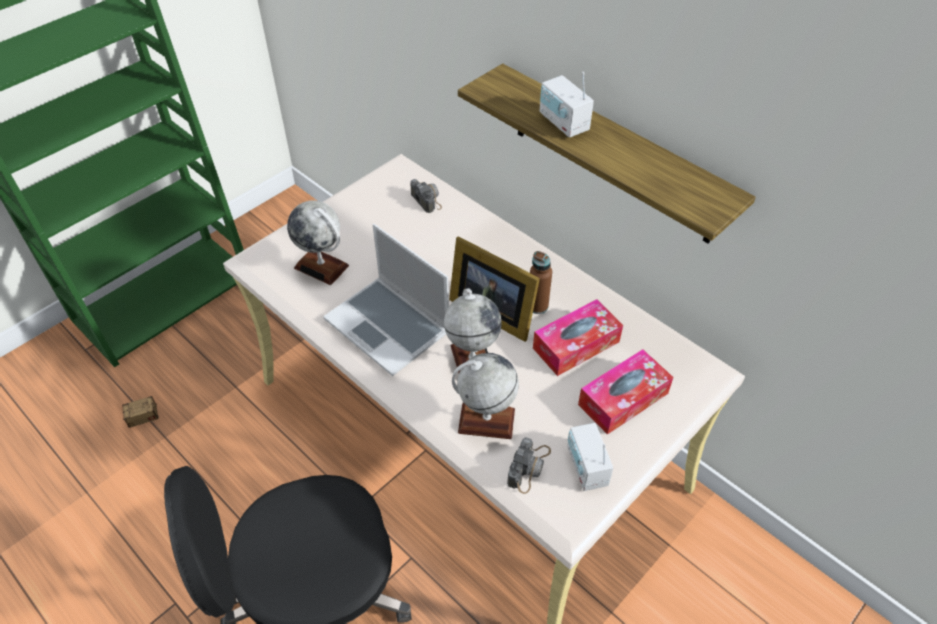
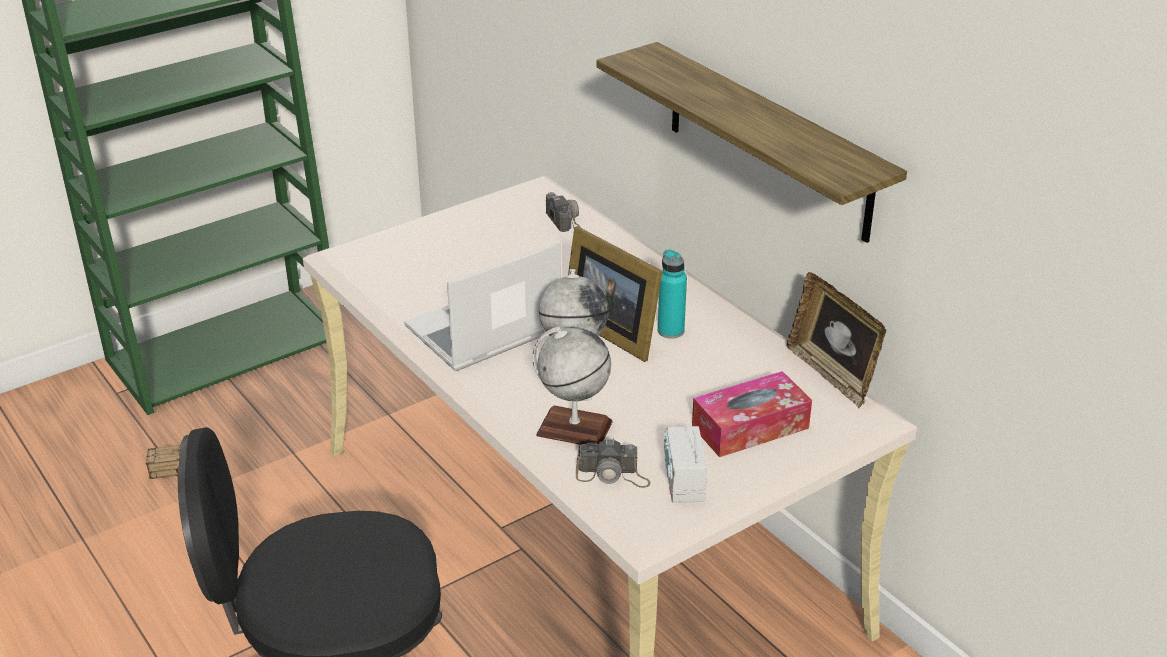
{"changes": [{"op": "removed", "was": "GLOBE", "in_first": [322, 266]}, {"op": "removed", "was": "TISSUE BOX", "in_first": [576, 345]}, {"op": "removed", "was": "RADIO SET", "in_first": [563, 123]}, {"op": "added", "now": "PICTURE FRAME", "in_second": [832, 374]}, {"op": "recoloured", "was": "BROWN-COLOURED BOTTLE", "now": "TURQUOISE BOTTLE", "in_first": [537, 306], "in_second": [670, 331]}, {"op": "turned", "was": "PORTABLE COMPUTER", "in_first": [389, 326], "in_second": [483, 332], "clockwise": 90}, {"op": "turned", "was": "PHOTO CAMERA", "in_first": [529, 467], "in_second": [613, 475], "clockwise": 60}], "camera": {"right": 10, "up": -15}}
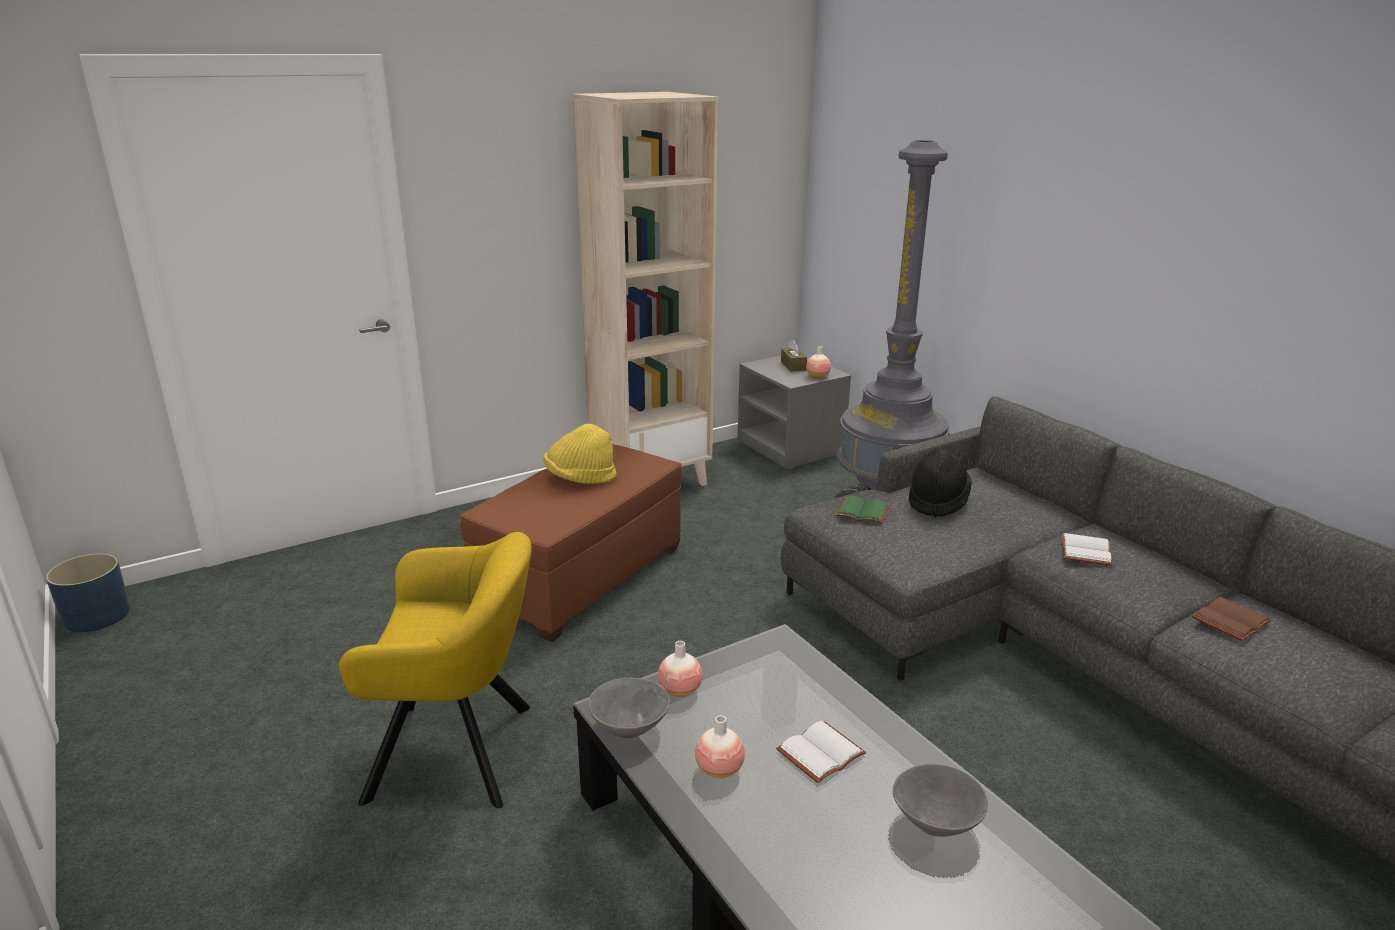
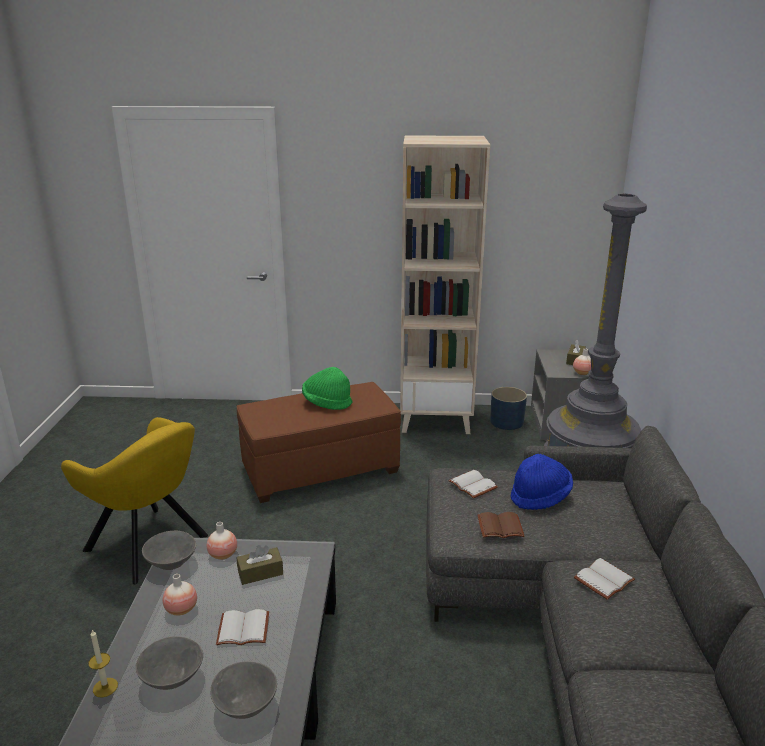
{"changes": [{"op": "added", "now": "WAX LIGHT", "in_second": [105, 687]}, {"op": "added", "now": "GREY BOWL", "in_second": [173, 679]}, {"op": "added", "now": "BROWN-COLOURED TISSUE BOX", "in_second": [260, 573]}, {"op": "moved", "was": "BLUE-COLOURED PLANTER", "in_first": [97, 615], "in_second": [507, 422]}, {"op": "moved", "was": "BROWN-COLOURED BOOK", "in_first": [1229, 619], "in_second": [500, 526]}, {"op": "recoloured", "was": "YELLOW WEARABLE HAT", "now": "GREENISH WEARABLE HAT", "in_first": [580, 478], "in_second": [327, 403]}, {"op": "recoloured", "was": "GREENISH BOOK", "now": "WHITE-COLOURED BOOK", "in_first": [863, 511], "in_second": [474, 485]}, {"op": "recoloured", "was": "BLACK-COLOURED WEARABLE HAT", "now": "BLUE-COLOURED WEARABLE HAT", "in_first": [937, 501], "in_second": [540, 497]}], "camera": {"right": 35, "up": 0}}
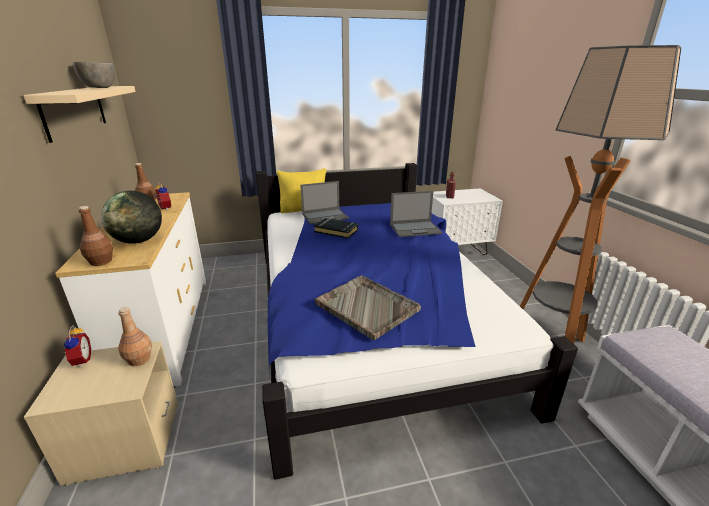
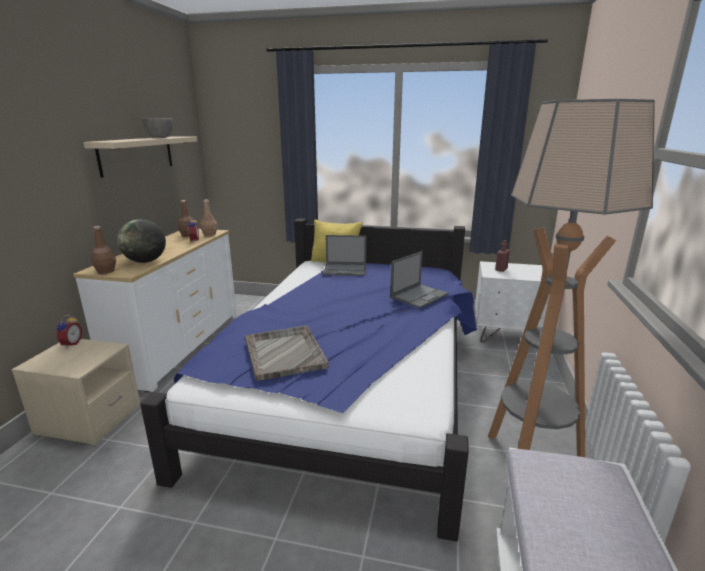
{"changes": [{"op": "removed", "was": "BLACK-COLOURED BOOK", "in_first": [336, 231]}, {"op": "moved", "was": "BROWN-COLOURED BOTTLE", "in_first": [139, 359], "in_second": [209, 234]}, {"op": "turned", "was": "PORTABLE COMPUTER", "in_first": [415, 229], "in_second": [419, 295], "clockwise": -60}], "camera": {"right": 25, "up": -5}}
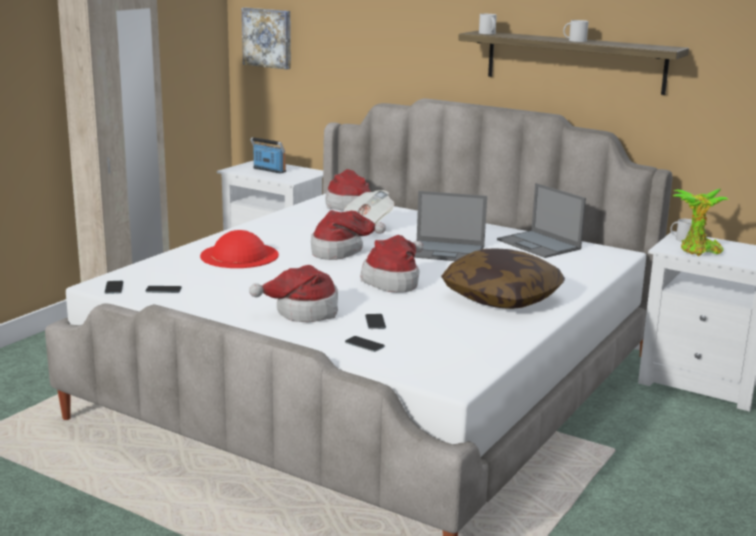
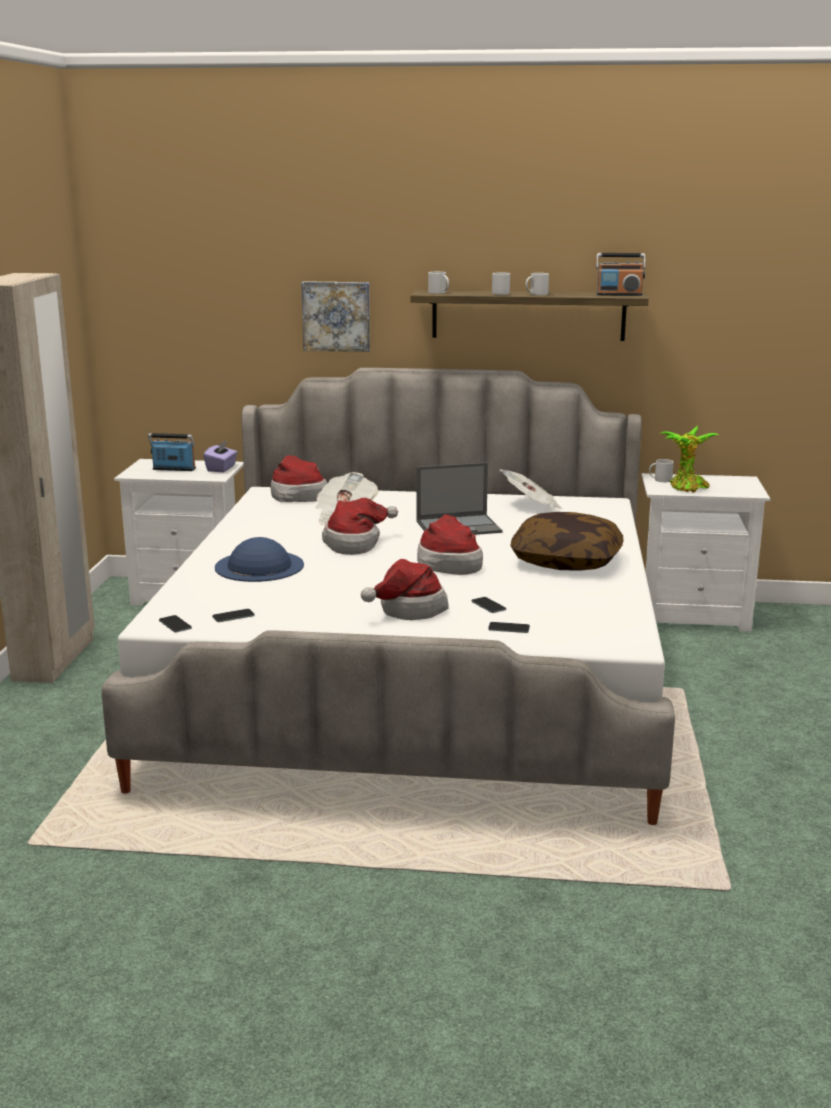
{"changes": [{"op": "added", "now": "PURPLISH TISSUE BOX", "in_second": [221, 468]}, {"op": "added", "now": "WHITE-COLOURED COFFEE MUG", "in_second": [500, 293]}, {"op": "added", "now": "RADIO SET", "in_second": [619, 295]}, {"op": "moved", "was": "PICTURE", "in_first": [268, 38], "in_second": [336, 316]}, {"op": "replaced", "was": "PORTABLE COMPUTER", "now": "DAILY PAPER", "in_first": [539, 245], "in_second": [531, 505]}, {"op": "recoloured", "was": "RED-COLOURED WEARABLE HAT", "now": "BLUE-COLOURED WEARABLE HAT", "in_first": [239, 255], "in_second": [259, 566]}], "camera": {"right": -25, "up": 0}}
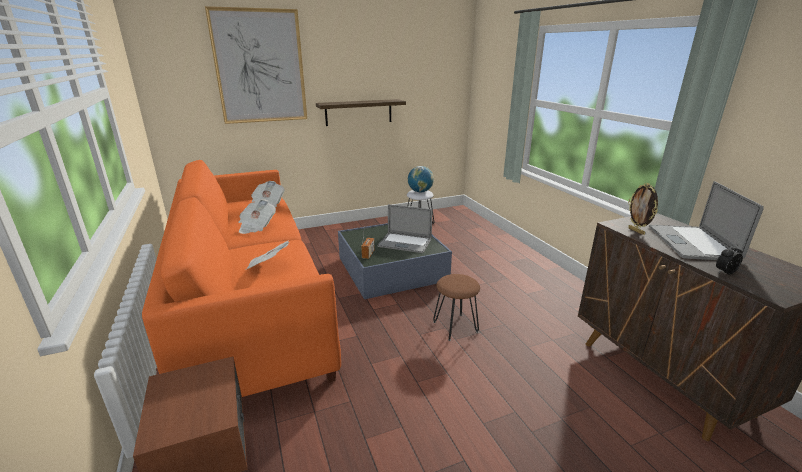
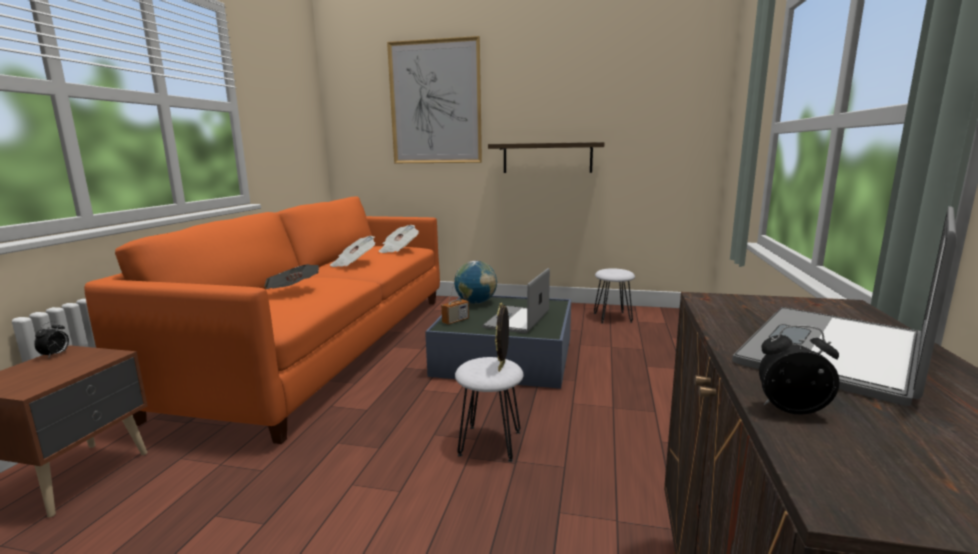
{"changes": [{"op": "added", "now": "TABLE CLOCK", "in_second": [55, 355]}, {"op": "moved", "was": "GLOBE", "in_first": [420, 191], "in_second": [476, 302]}, {"op": "moved", "was": "PICTURE FRAME", "in_first": [636, 231], "in_second": [502, 367]}, {"op": "recoloured", "was": "BROWN-COLOURED SITTING STOOL", "now": "WHITE-COLOURED SITTING STOOL", "in_first": [455, 326], "in_second": [490, 443]}, {"op": "turned", "was": "PORTABLE COMPUTER", "in_first": [405, 243], "in_second": [517, 320], "clockwise": 60}], "camera": {"right": 35, "up": -10}}
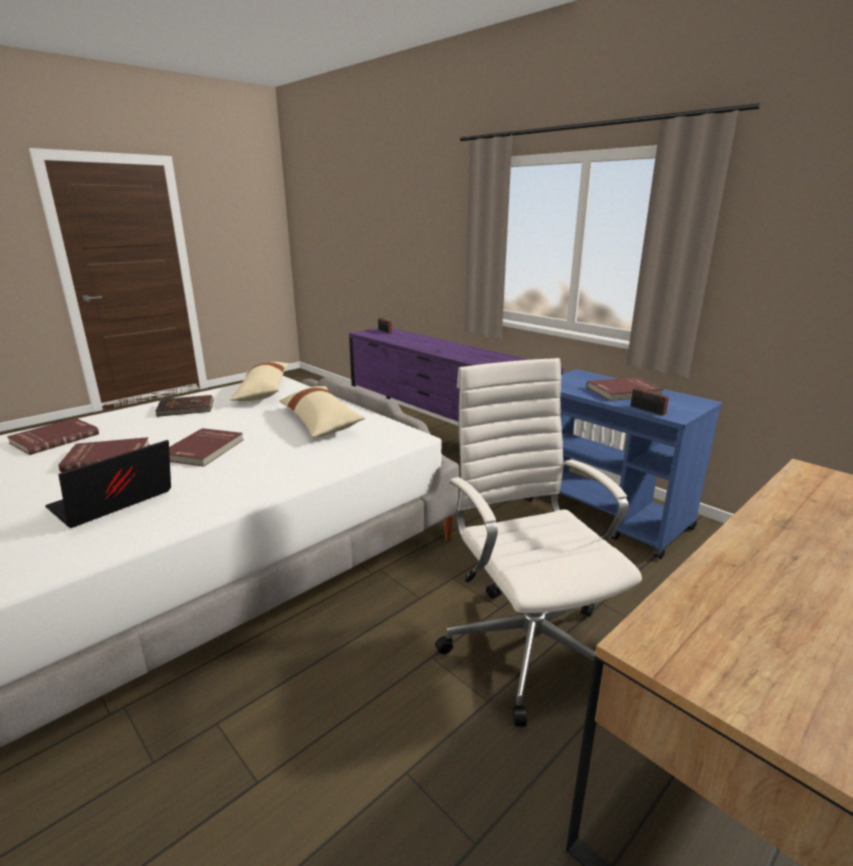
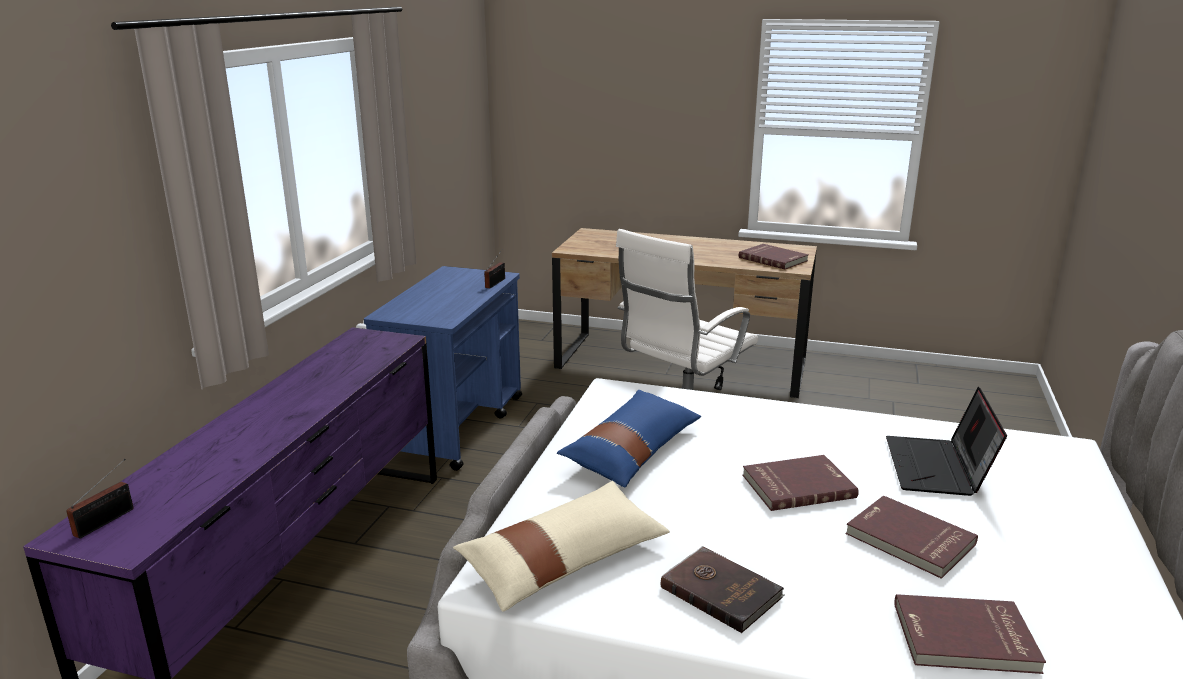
{"changes": [{"op": "moved", "was": "RED-COLOURED BOOK", "in_first": [624, 392], "in_second": [773, 259]}, {"op": "recoloured", "was": "BEIGE PILLOW", "now": "BLUE-COLOURED PILLOW", "in_first": [320, 422], "in_second": [632, 451]}, {"op": "turned", "was": "PORTABLE COMPUTER", "in_first": [112, 504], "in_second": [938, 468], "clockwise": 90}], "camera": {"right": -120, "up": 0}}
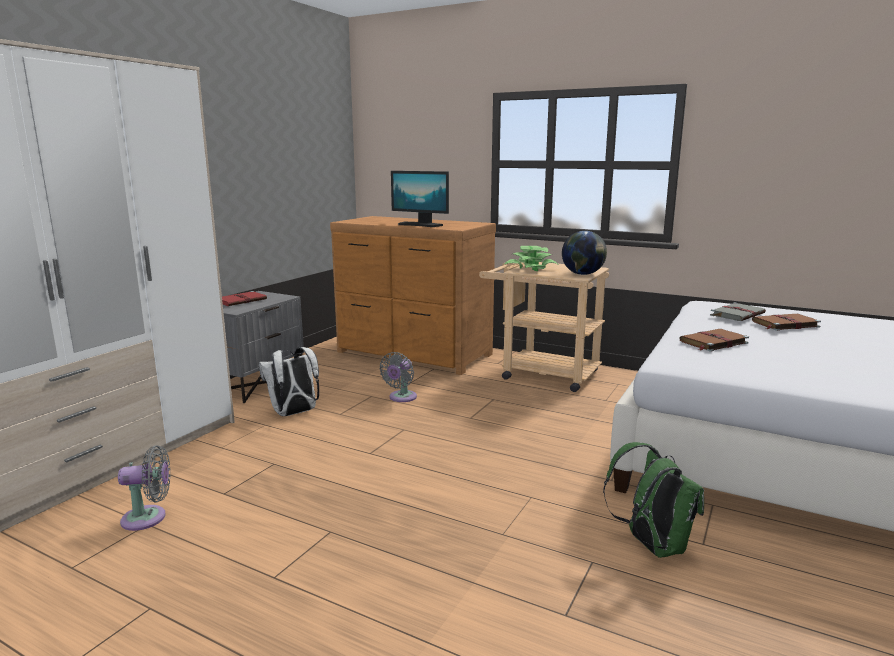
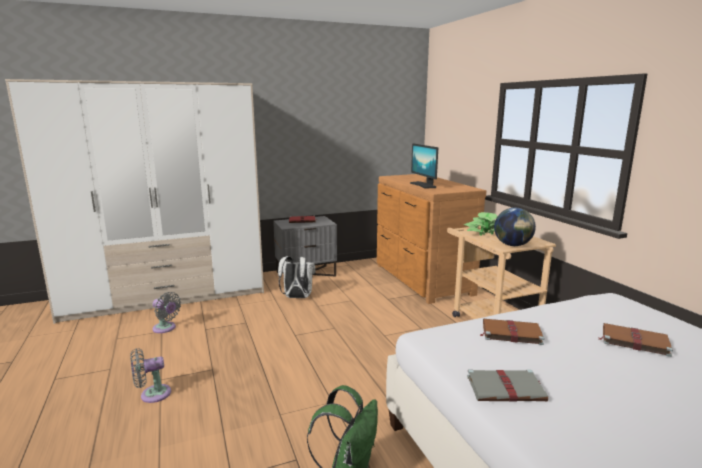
{"changes": [{"op": "moved", "was": "GREY ELECTRIC FAN", "in_first": [401, 398], "in_second": [152, 394]}, {"op": "moved", "was": "GREY BOOK", "in_first": [738, 314], "in_second": [506, 388]}], "camera": {"right": 40, "up": 0}}
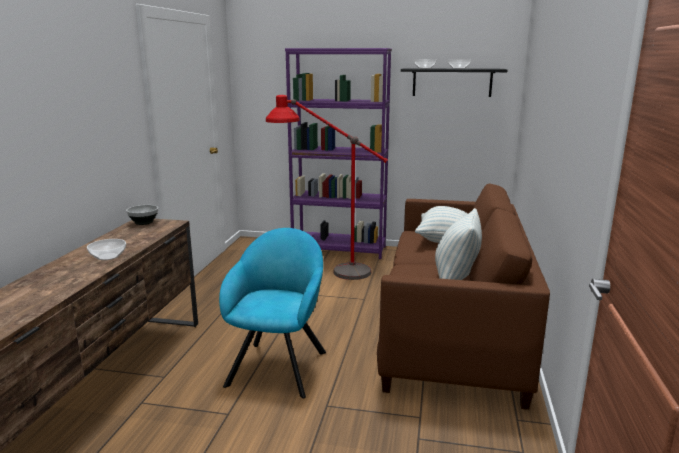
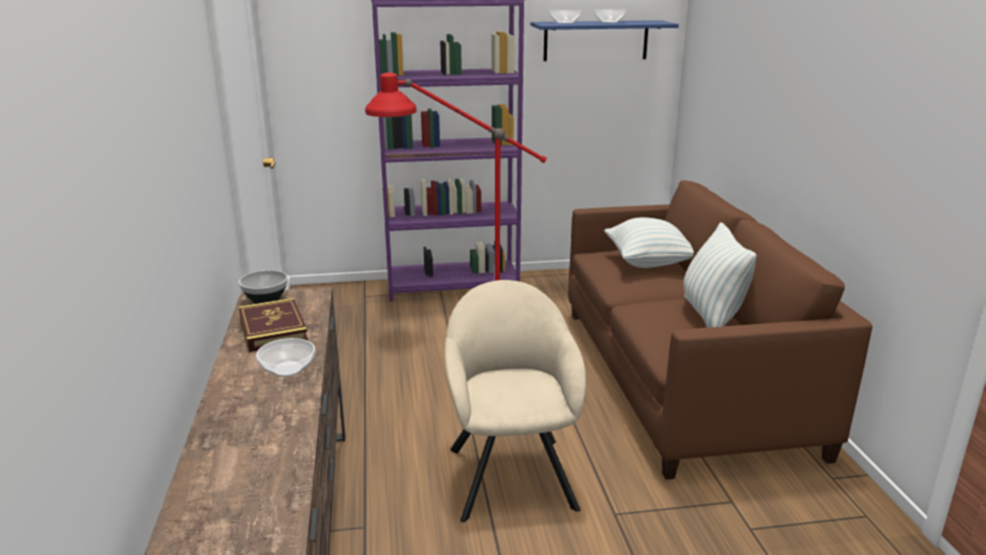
{"changes": [{"op": "added", "now": "BOOK", "in_second": [273, 329]}, {"op": "recoloured", "was": "TURQUOISE ARMCHAIR", "now": "BEIGE ARMCHAIR", "in_first": [279, 365], "in_second": [510, 472]}, {"op": "recoloured", "was": "BLACK-COLOURED WALL SHELF", "now": "BLUE-COLOURED WALL SHELF", "in_first": [452, 82], "in_second": [596, 40]}], "camera": {"right": -20, "up": 5}}
